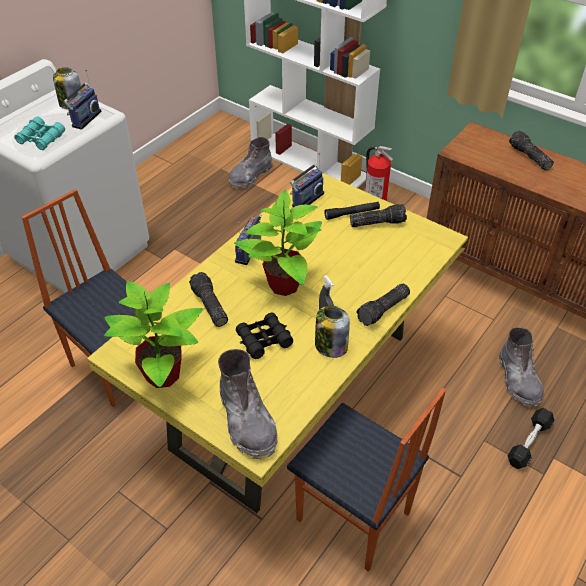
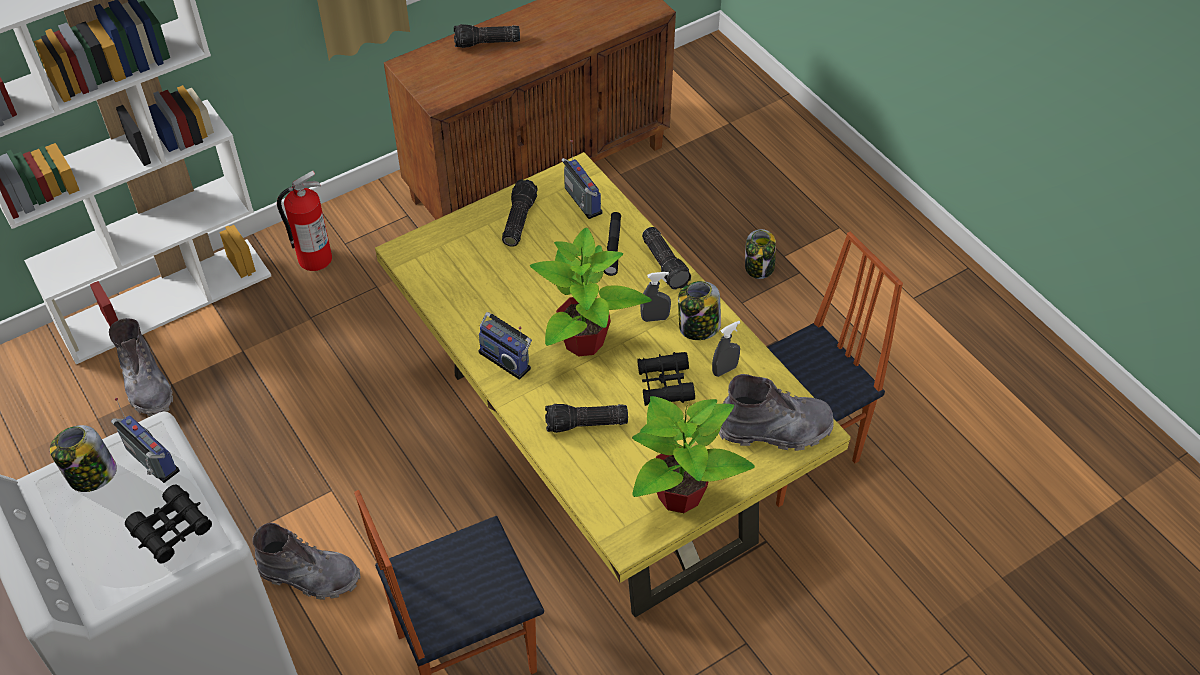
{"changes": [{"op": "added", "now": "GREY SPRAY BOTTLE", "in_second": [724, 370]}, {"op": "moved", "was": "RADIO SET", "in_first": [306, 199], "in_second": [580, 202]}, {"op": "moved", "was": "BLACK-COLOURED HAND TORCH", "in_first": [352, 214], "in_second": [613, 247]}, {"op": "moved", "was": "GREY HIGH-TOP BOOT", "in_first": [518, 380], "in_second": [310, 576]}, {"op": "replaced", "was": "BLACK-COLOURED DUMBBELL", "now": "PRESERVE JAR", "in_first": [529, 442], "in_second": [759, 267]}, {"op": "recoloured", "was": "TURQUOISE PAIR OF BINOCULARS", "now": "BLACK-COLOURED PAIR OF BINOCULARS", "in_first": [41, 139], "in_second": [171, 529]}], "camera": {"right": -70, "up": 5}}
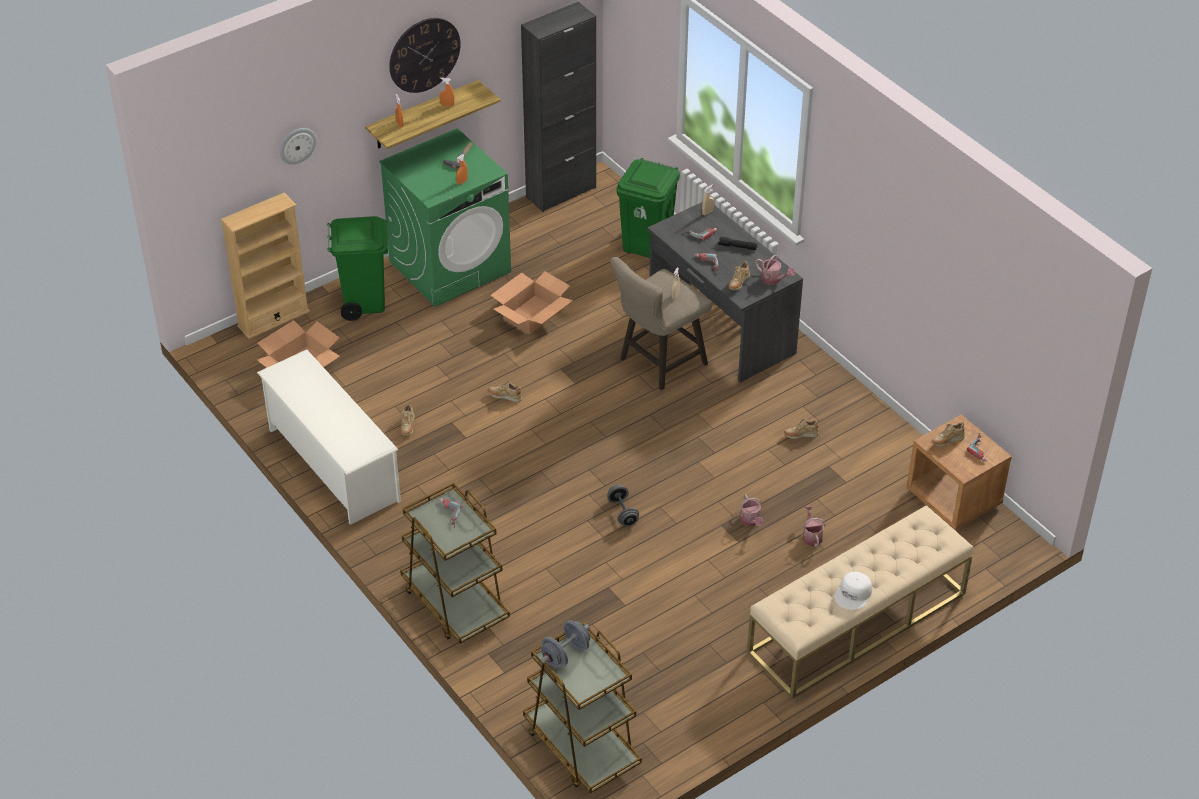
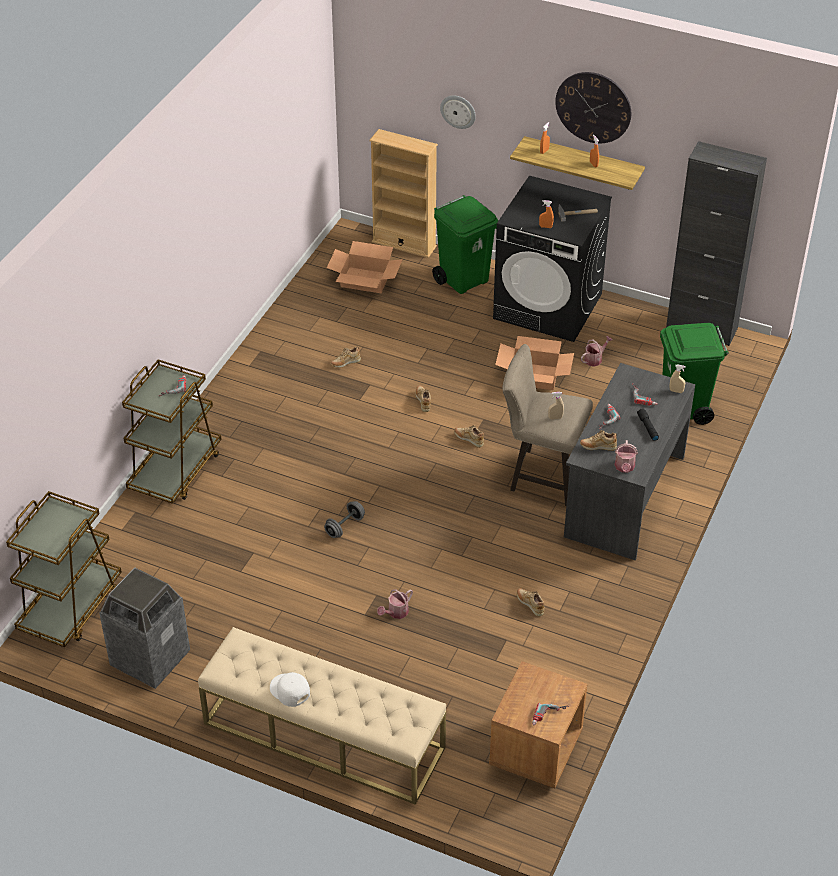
{"changes": [{"op": "removed", "was": "WHITE-COLOURED SHOE RACK", "in_first": [332, 464]}, {"op": "removed", "was": "GREY DUMBBELL", "in_first": [565, 654]}, {"op": "added", "now": "TRASH CAN", "in_second": [149, 659]}, {"op": "moved", "was": "WATERING CAN", "in_first": [811, 536], "in_second": [595, 359]}, {"op": "moved", "was": "BEIGE SHOE", "in_first": [947, 441], "in_second": [469, 439]}, {"op": "recoloured", "was": "GREENISH LAUNDRY APPLIANCE", "now": "BLACK-COLOURED LAUNDRY APPLIANCE", "in_first": [450, 266], "in_second": [548, 306]}, {"op": "turned", "was": "WHITE-COLOURED CAP", "in_first": [854, 594], "in_second": [289, 690], "clockwise": 45}], "camera": {"right": 60, "up": 0}}
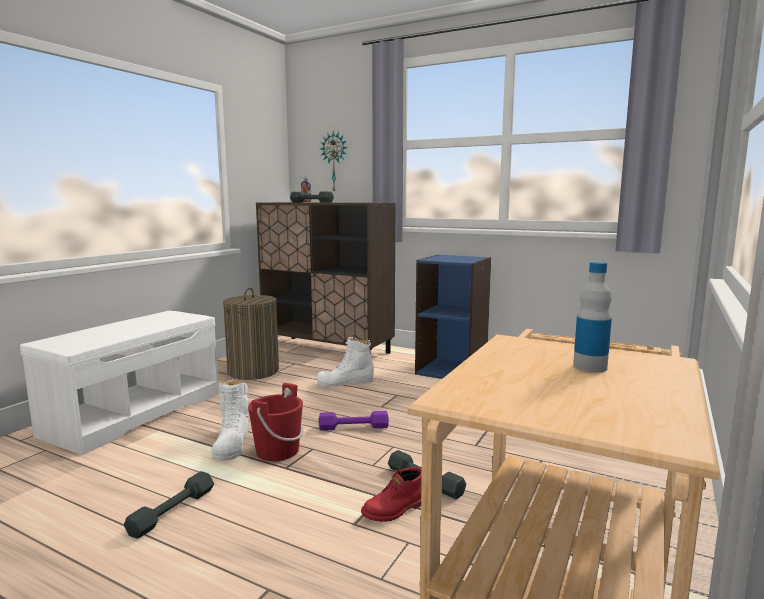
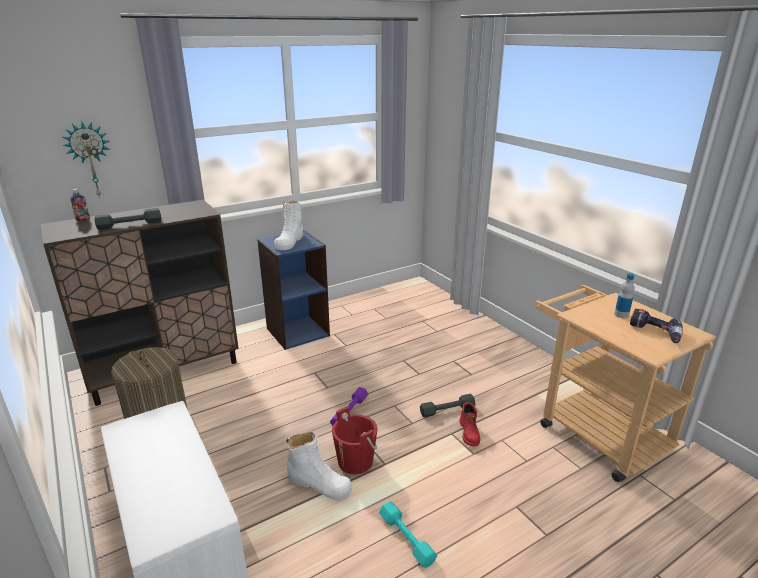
{"changes": [{"op": "added", "now": "POWER DRILL", "in_second": [654, 333]}, {"op": "moved", "was": "WHITE-COLOURED HIGH-TOP BOOT", "in_first": [345, 382], "in_second": [289, 242]}, {"op": "recoloured", "was": "GREY DUMBBELL", "now": "TURQUOISE DUMBBELL", "in_first": [172, 512], "in_second": [407, 538]}], "camera": {"right": -60, "up": 15}}
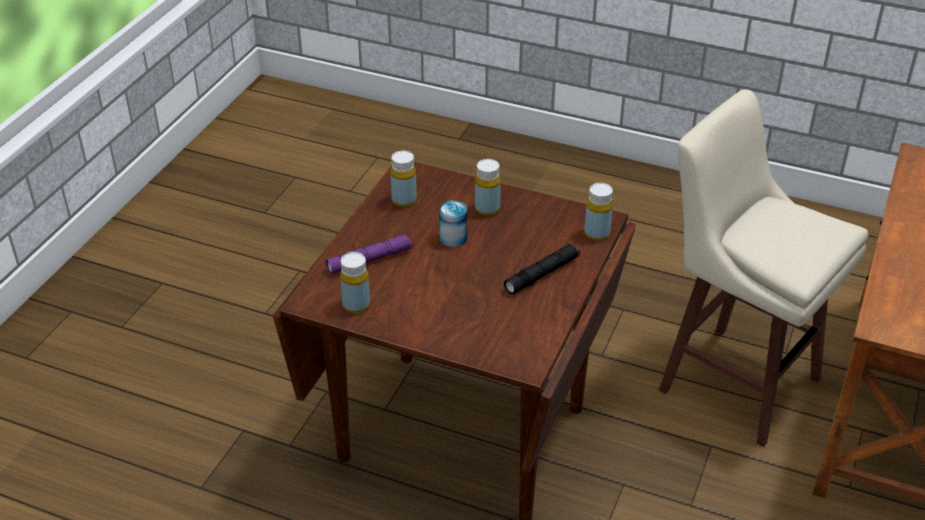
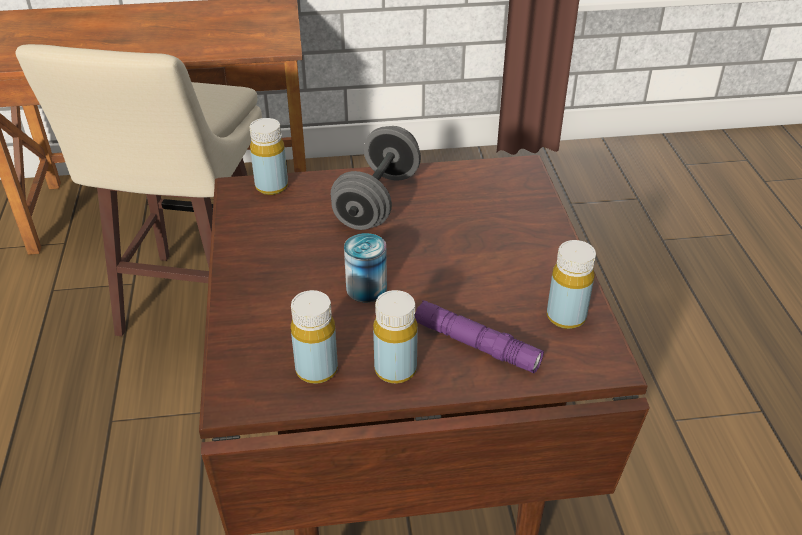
{"changes": [{"op": "moved", "was": "YELLOW BOTTLE", "in_first": [487, 209], "in_second": [395, 370]}, {"op": "replaced", "was": "BLACK-COLOURED HAND TORCH", "now": "GREY DUMBBELL", "in_first": [542, 274], "in_second": [377, 201]}], "camera": {"right": -120, "up": 0}}
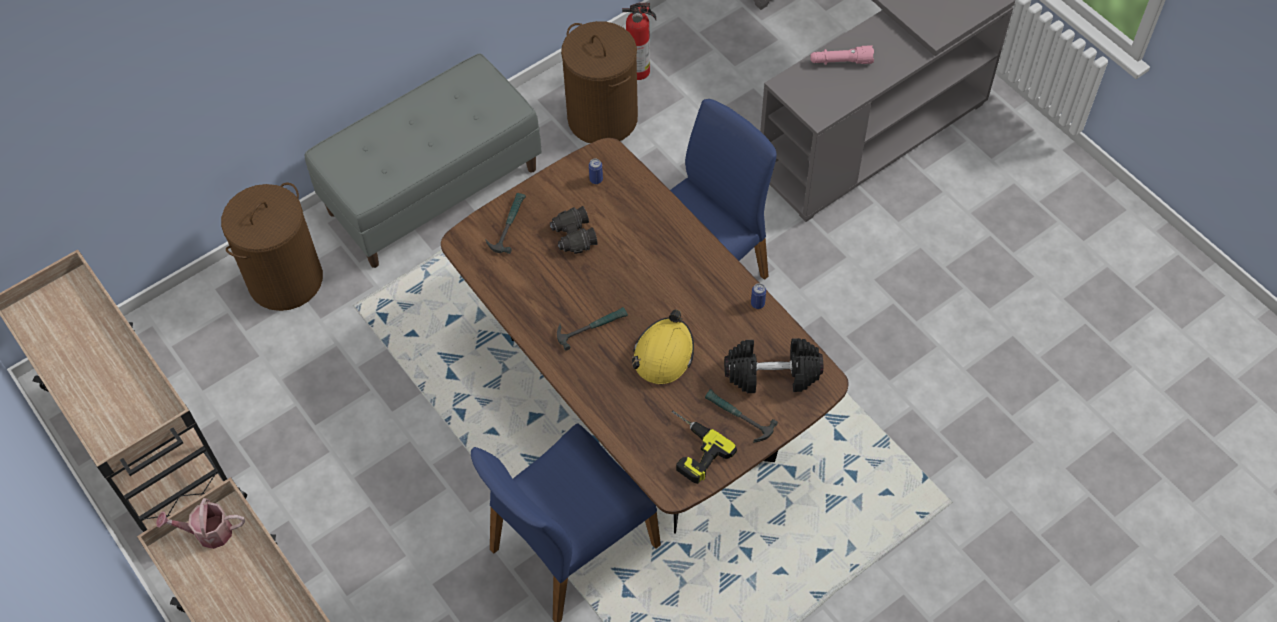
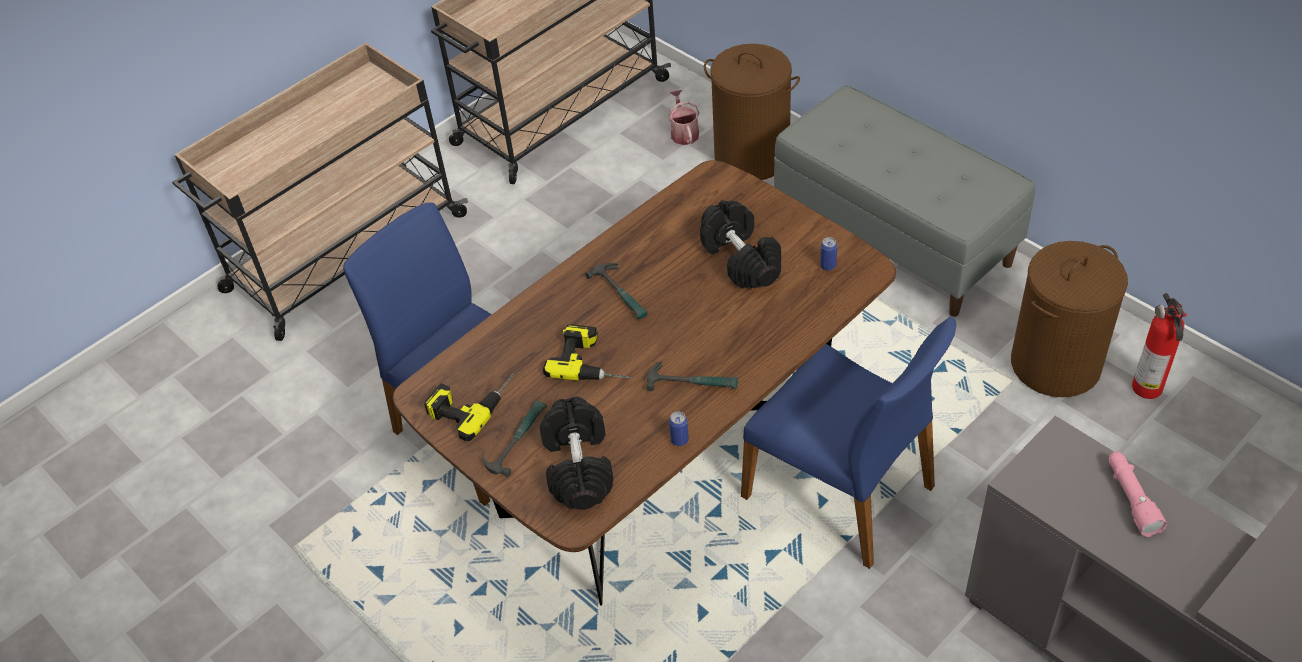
{"changes": [{"op": "moved", "was": "WATERING CAN", "in_first": [208, 532], "in_second": [683, 132]}, {"op": "moved", "was": "HAMMER", "in_first": [508, 225], "in_second": [692, 382]}, {"op": "replaced", "was": "BLACK-COLOURED PAIR OF BINOCULARS", "now": "BLACK-COLOURED DUMBBELL", "in_first": [573, 236], "in_second": [741, 259]}, {"op": "replaced", "was": "YELLOW WORK HELMET", "now": "POWER DRILL", "in_first": [663, 354], "in_second": [593, 361]}], "camera": {"right": 85, "up": -10}}
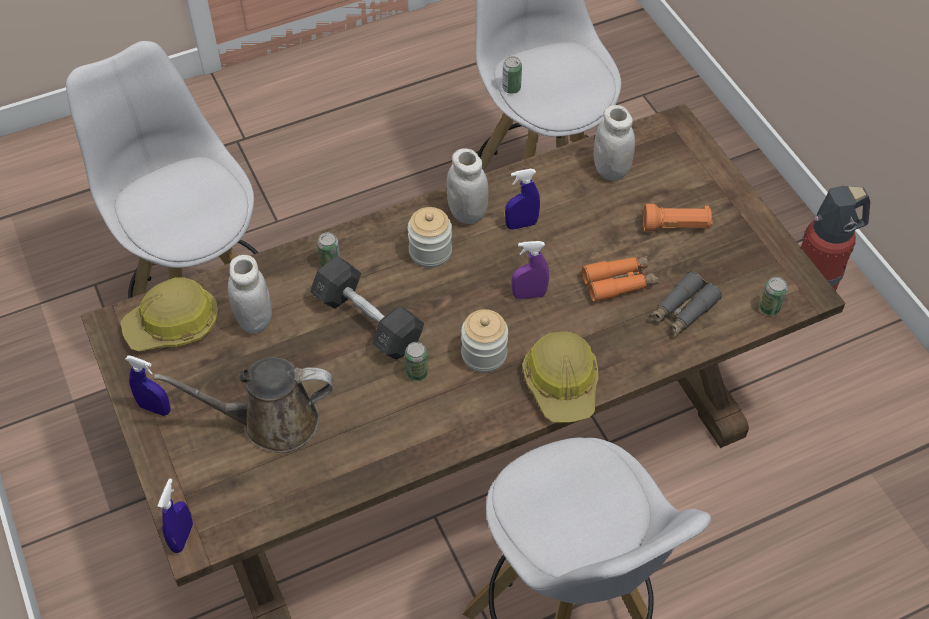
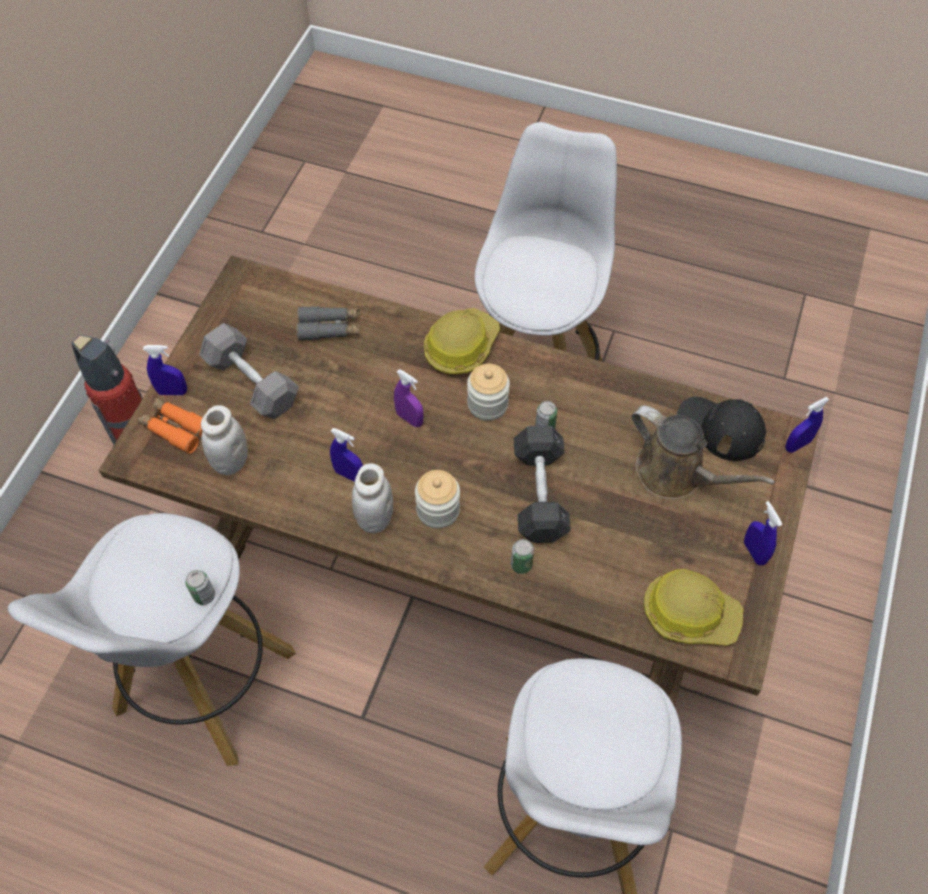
{"changes": [{"op": "removed", "was": "WHITE-COLOURED PRESERVE JAR", "in_first": [254, 320]}, {"op": "removed", "was": "SEALED CAN", "in_first": [769, 308]}, {"op": "added", "now": "BLUE-COLOURED SPRAY BOTTLE", "in_second": [172, 392]}, {"op": "added", "now": "BLACK-COLOURED CAP", "in_second": [719, 429]}, {"op": "moved", "was": "ORANGE-COLOURED PAIR OF BINOCULARS", "in_first": [619, 282], "in_second": [175, 428]}, {"op": "replaced", "was": "ORANGE-COLOURED HAND TORCH", "now": "GREY DUMBBELL", "in_first": [676, 226], "in_second": [252, 382]}], "camera": {"right": -135, "up": 5}}
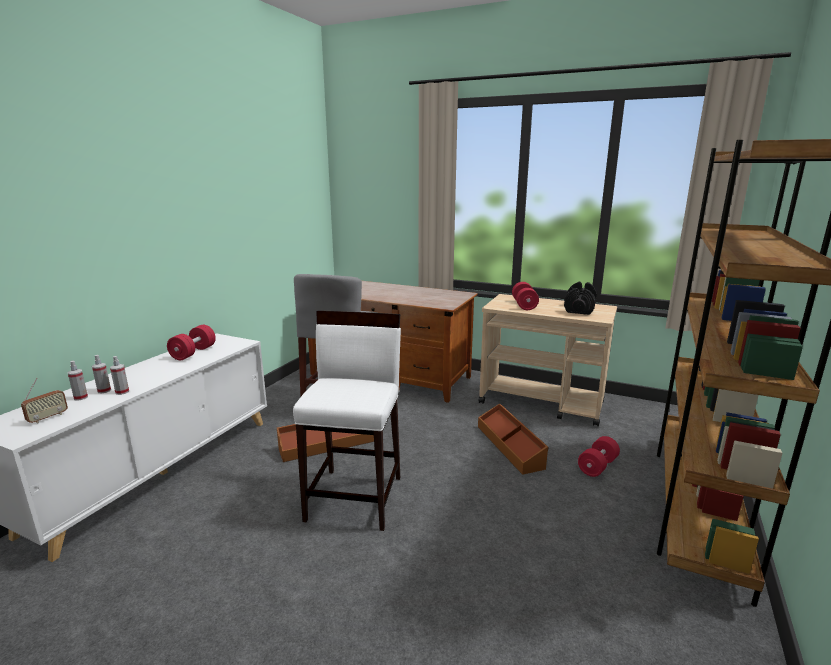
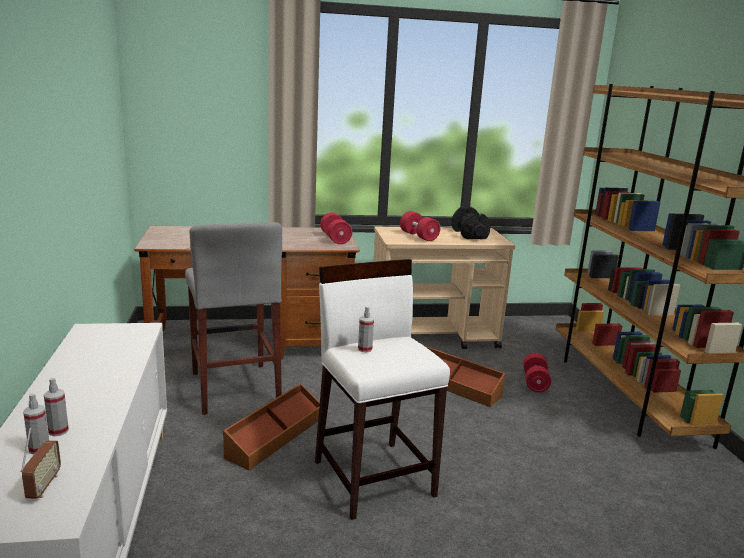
{"changes": [{"op": "moved", "was": "SPRAY BOTTLE", "in_first": [122, 392], "in_second": [365, 349]}, {"op": "moved", "was": "RED-COLOURED DUMBBELL", "in_first": [193, 353], "in_second": [335, 239]}], "camera": {"right": -35, "up": 0}}
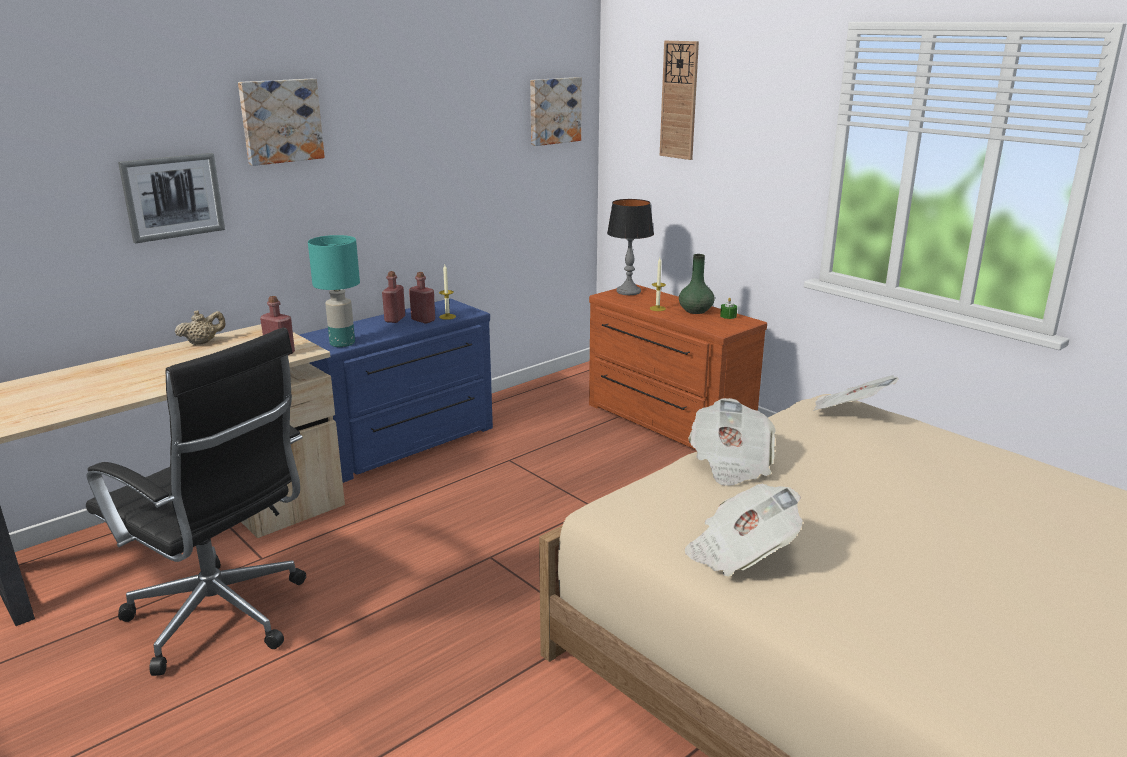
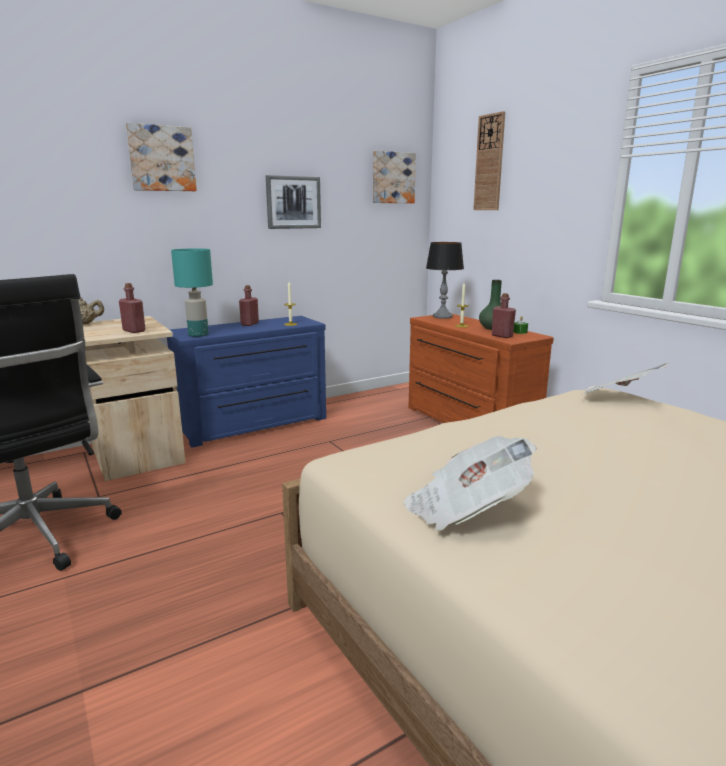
{"changes": [{"op": "removed", "was": "DAILY PAPER", "in_first": [730, 464]}, {"op": "moved", "was": "PICTURE", "in_first": [172, 197], "in_second": [293, 202]}, {"op": "moved", "was": "RED-COLOURED BOTTLE", "in_first": [423, 320], "in_second": [502, 336]}], "camera": {"right": 10, "up": -5}}
